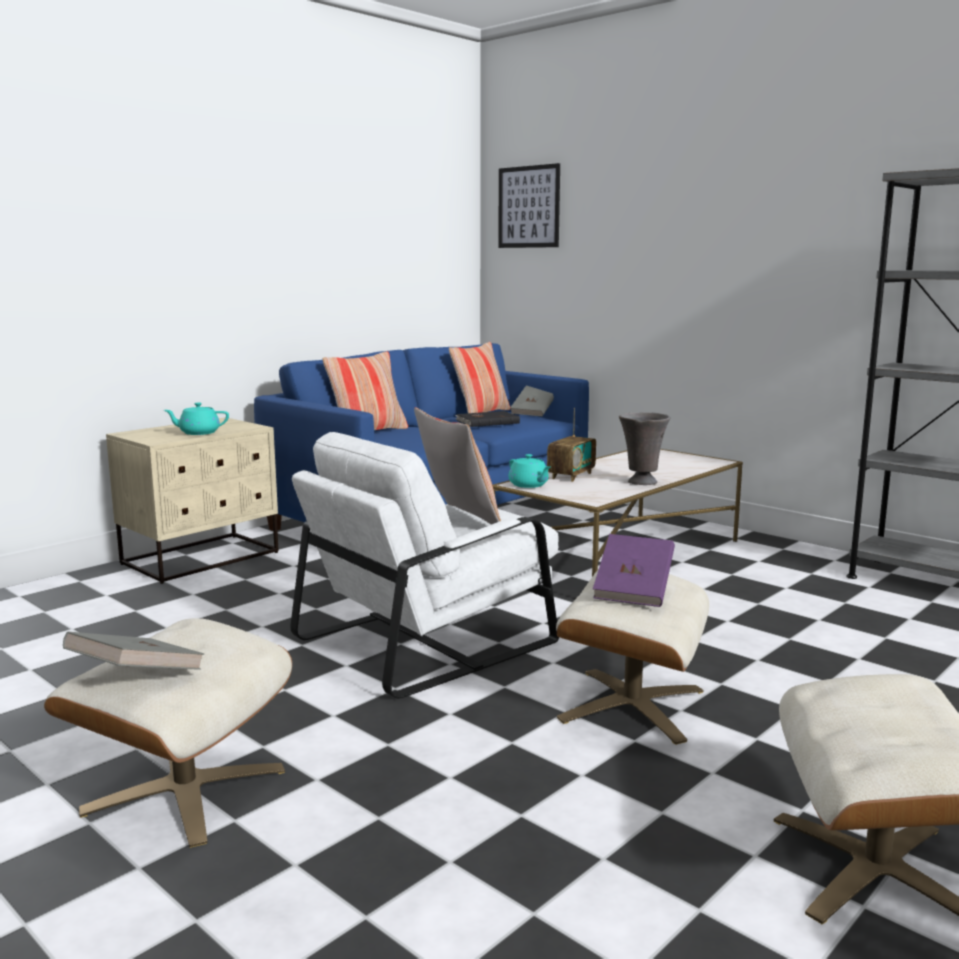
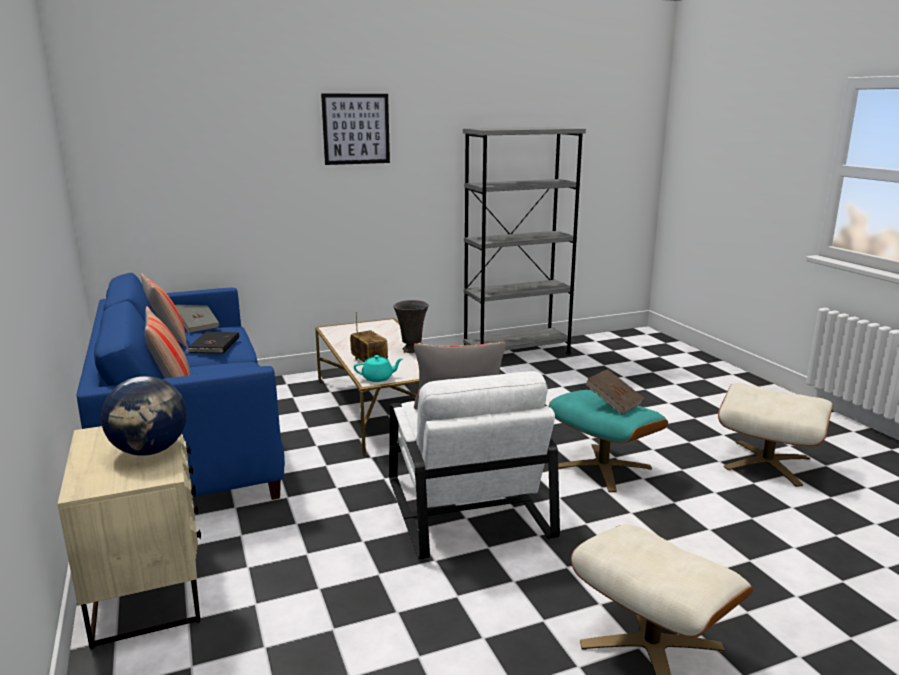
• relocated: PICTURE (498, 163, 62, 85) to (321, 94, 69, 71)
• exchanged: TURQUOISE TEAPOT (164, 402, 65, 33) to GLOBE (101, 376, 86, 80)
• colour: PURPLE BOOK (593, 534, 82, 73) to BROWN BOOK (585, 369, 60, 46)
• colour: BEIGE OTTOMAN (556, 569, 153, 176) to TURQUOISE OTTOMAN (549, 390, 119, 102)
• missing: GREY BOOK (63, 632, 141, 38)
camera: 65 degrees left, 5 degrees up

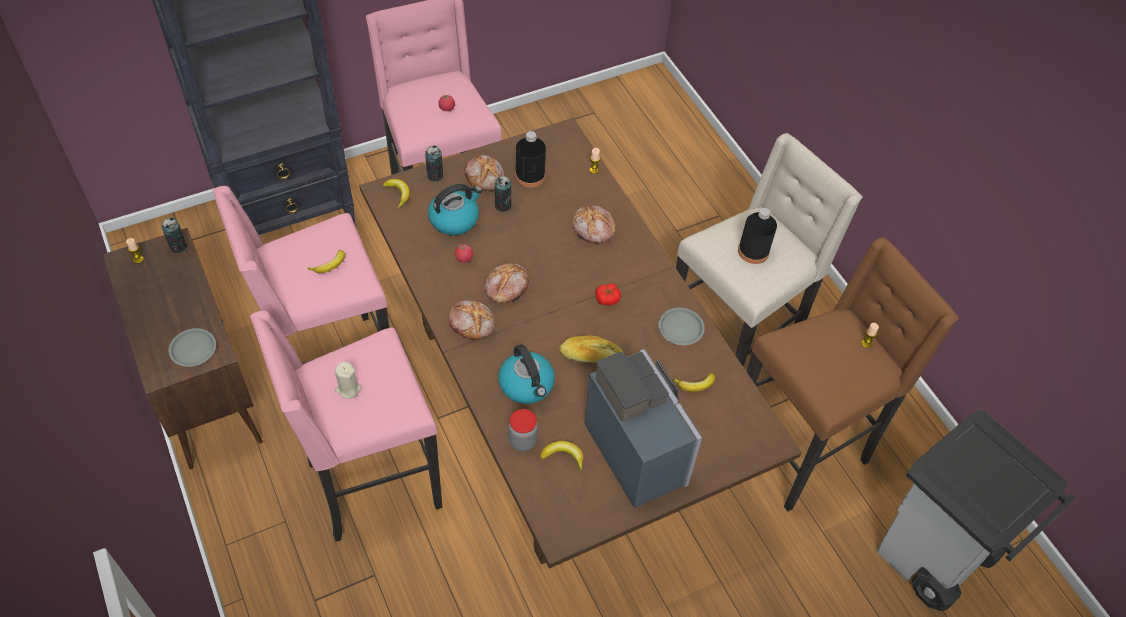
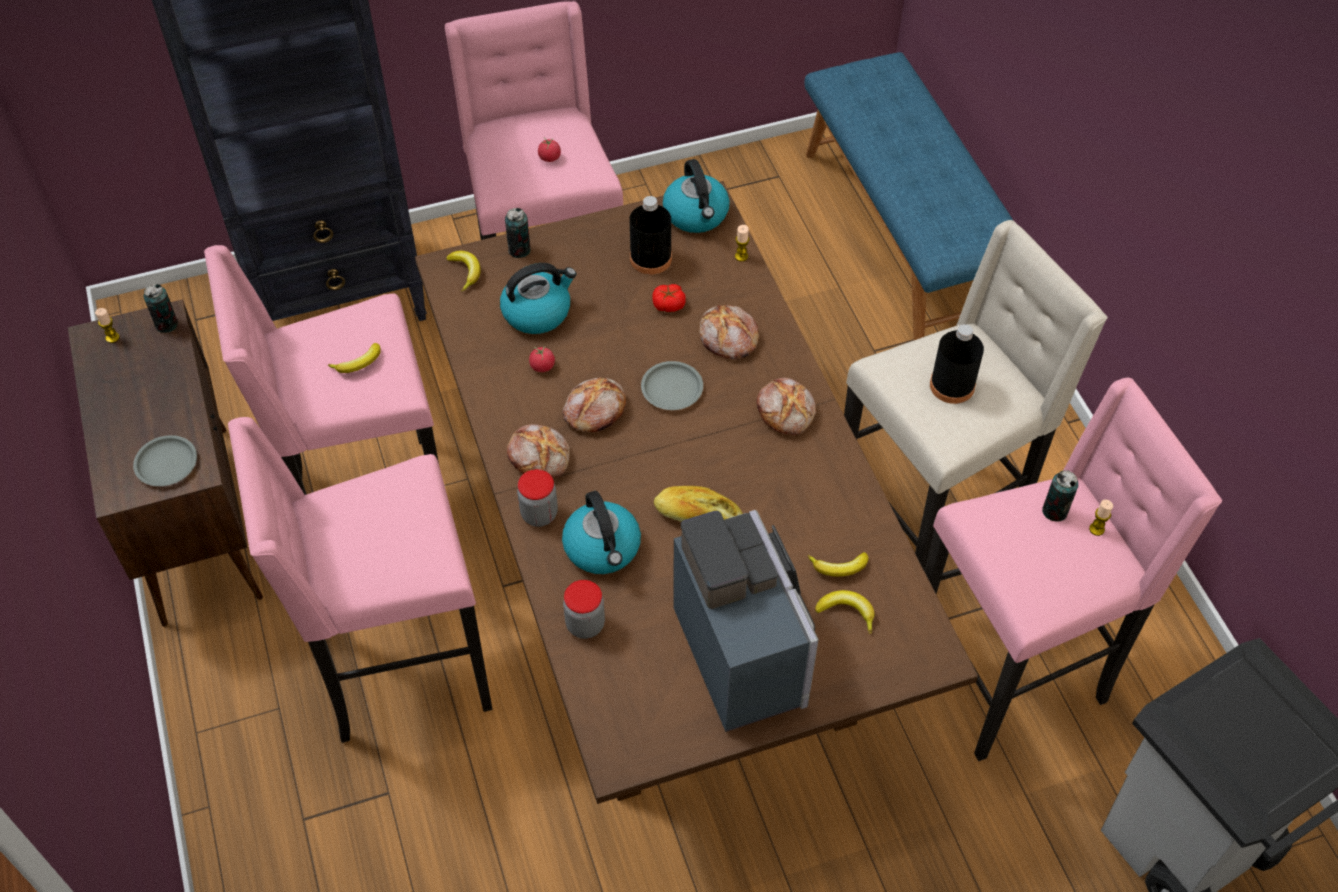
• relocated: BREAD (464, 155, 40, 36) to (756, 378, 60, 57)
• relocated: CAN (495, 176, 16, 36) to (1042, 470, 36, 52)
• colour: BROWN STOOL (747, 237, 212, 275) to PINK STOOL (925, 378, 297, 383)
• relocated: TOMATO (595, 284, 26, 21) to (652, 284, 34, 28)
• relocated: GREY PLATE (659, 308, 46, 37) to (641, 361, 62, 49)
• missing: BEIGE CANDLE (335, 361, 26, 38)
• relocated: BANANA (540, 441, 43, 31) to (815, 590, 59, 44)
• appeared: BLUE BENCH (804, 52, 210, 288)
• appeared: KETTLE (663, 159, 67, 74)
• appeared: JAR (517, 469, 41, 58)
camera: 10 degrees right, 0 degrees up

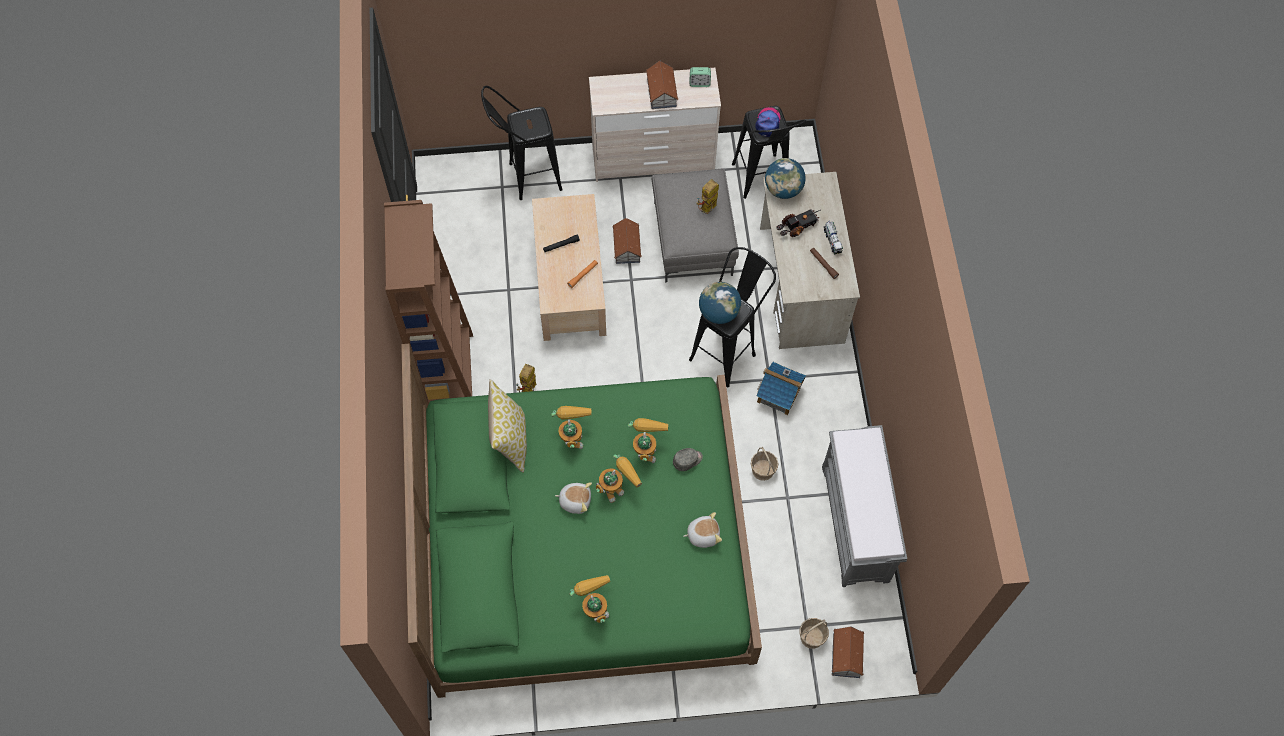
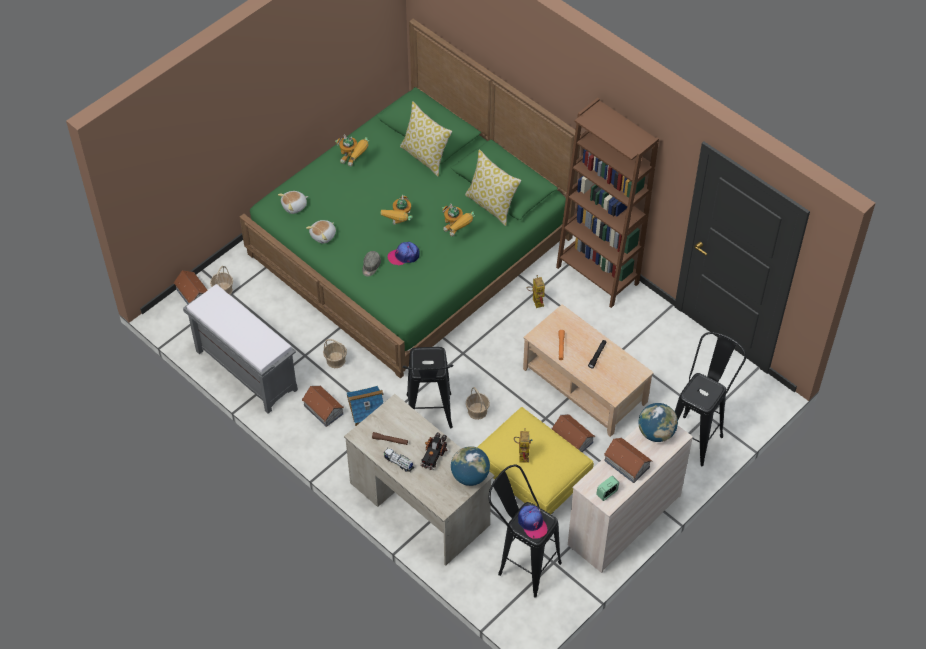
• colour: GREY OTTOMAN (652, 168, 87, 114) to YELLOW OTTOMAN (477, 407, 117, 107)
• relocated: GLOBE (699, 282, 42, 42) to (638, 403, 40, 39)
• exchanged: TOY ROBOT (628, 418, 40, 45) to CAP (387, 242, 32, 23)
• relocated: PLUSH TOY (555, 482, 37, 32) to (278, 191, 30, 23)
• appeared: PILLOW (400, 101, 52, 75)
• appeared: TOY HOUSE (302, 386, 42, 41)
• appeared: BASKET (466, 387, 24, 33)
camera: 140 degrees right, 10 degrees down

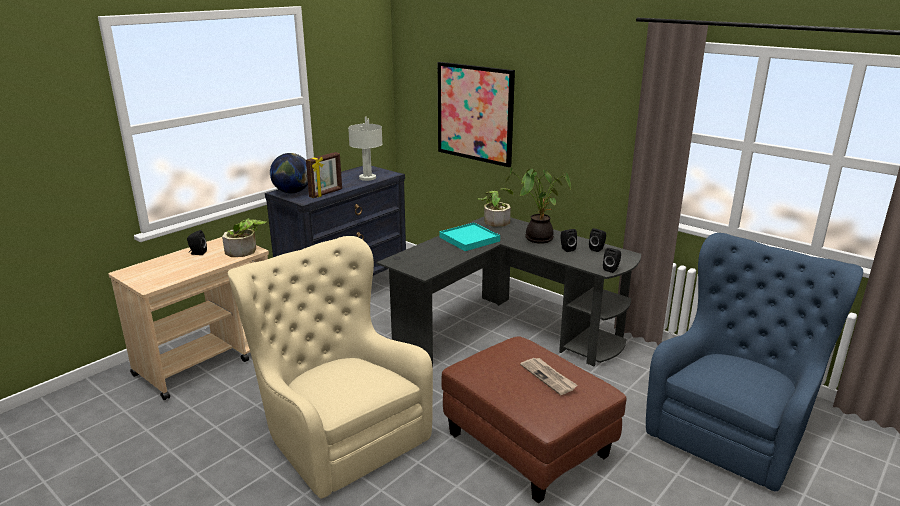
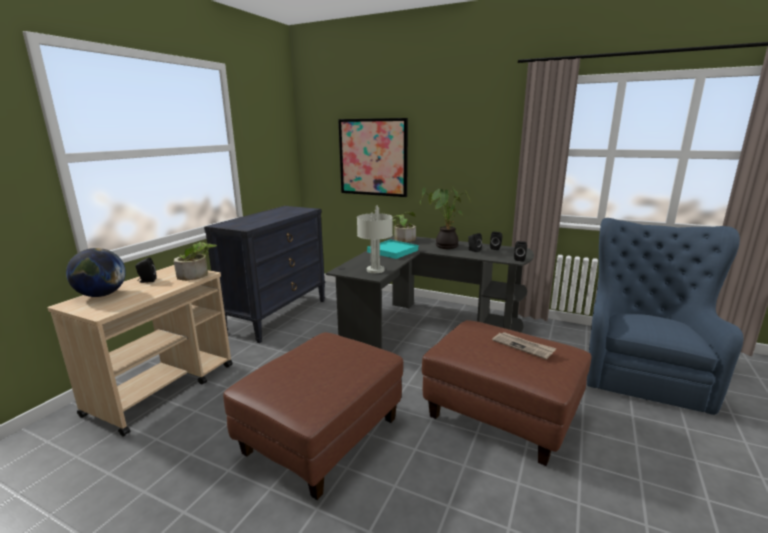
• relocated: GREY TABLE LAMP (348, 117, 35, 64) to (357, 205, 36, 68)
• missing: PICTURE FRAME (306, 152, 36, 46)
• relocated: GLOBE (270, 153, 38, 40) to (66, 248, 60, 49)
• exchanged: BEIGE ARMCHAIR (228, 236, 205, 263) to BROWN OTTOMAN (223, 332, 180, 168)
camera: 15 degrees left, 5 degrees down

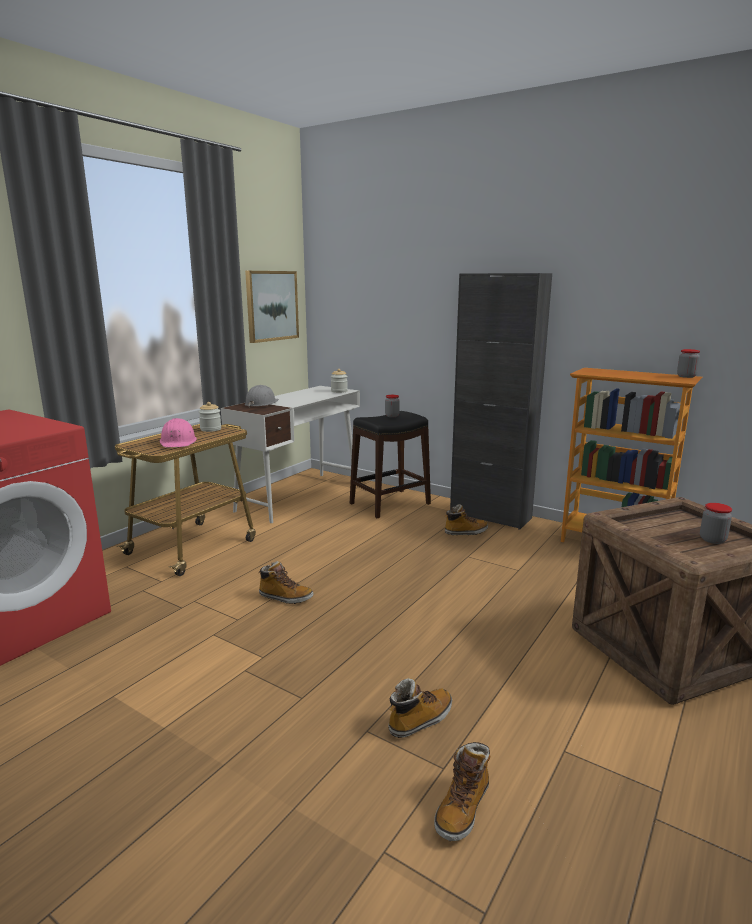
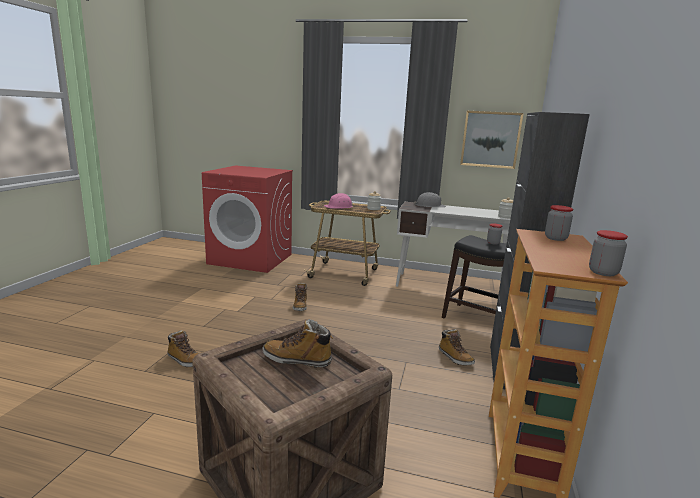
• relocated: JAR (700, 503, 32, 41) to (545, 205, 28, 36)
• relocated: BOOT (434, 742, 56, 99) to (262, 319, 72, 49)
camera: 70 degrees right, 0 degrees up

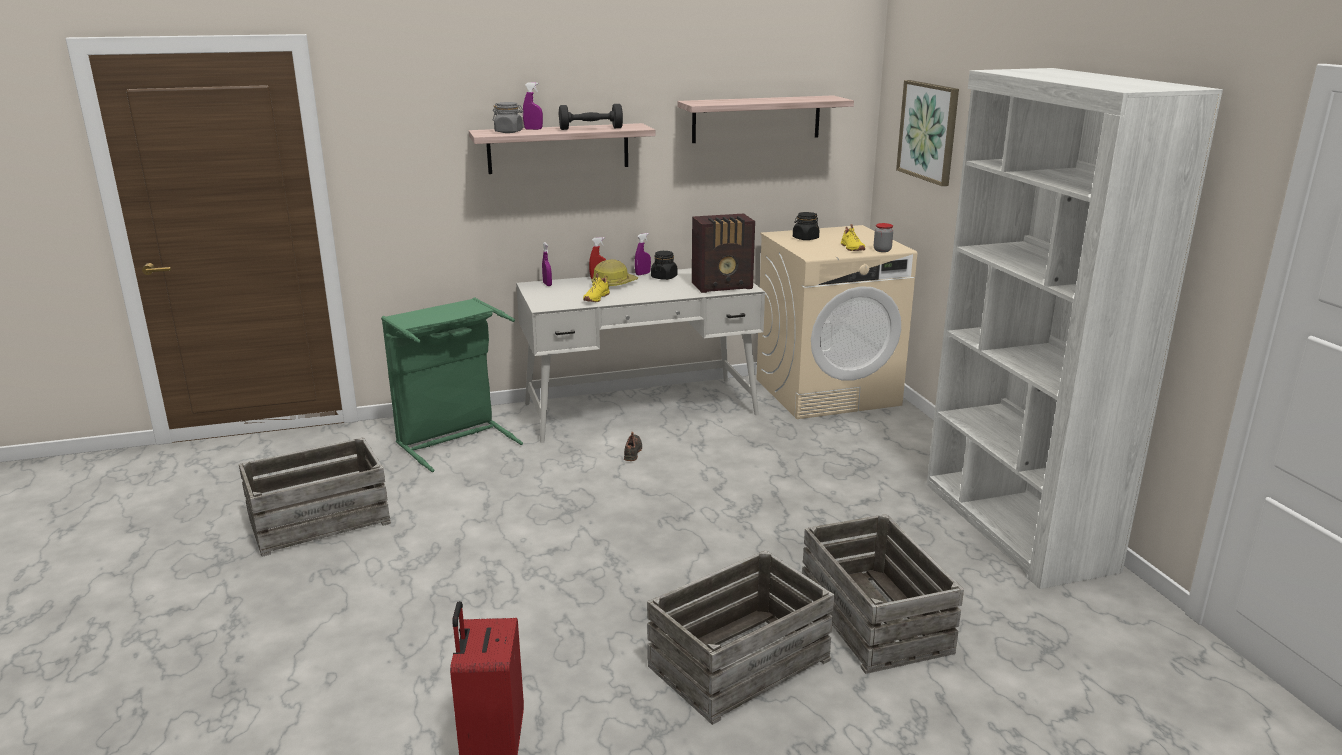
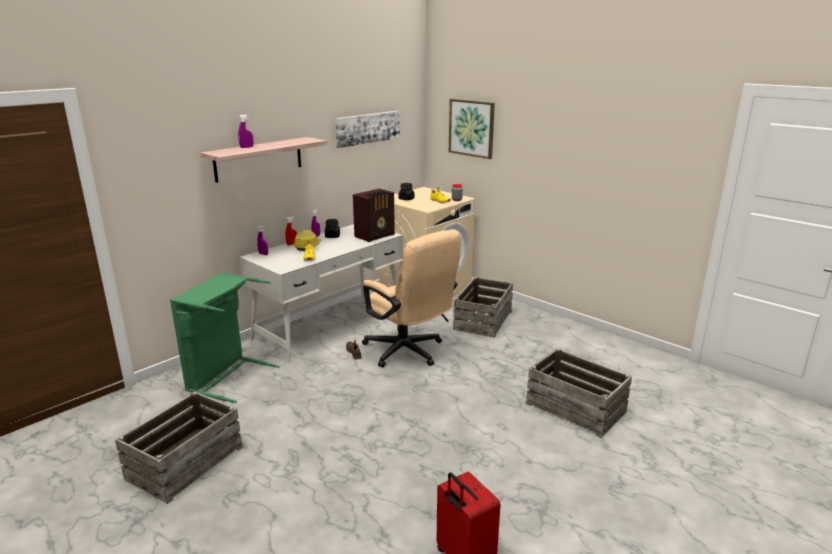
• missing: WHITE BOOKCASE (927, 68, 296, 521)
• exchanged: SHELF (677, 95, 177, 48) to PICTURE (335, 111, 65, 37)
• missing: GREY JAR (493, 102, 31, 31)
• missing: BLACK DUMBBELL (559, 104, 64, 26)
• relocated: CRATE (647, 550, 187, 175) to (453, 277, 60, 61)
• appeared: BEIGE OFFICE CHAIR (362, 229, 99, 138)
camera: 30 degrees left, 0 degrees up

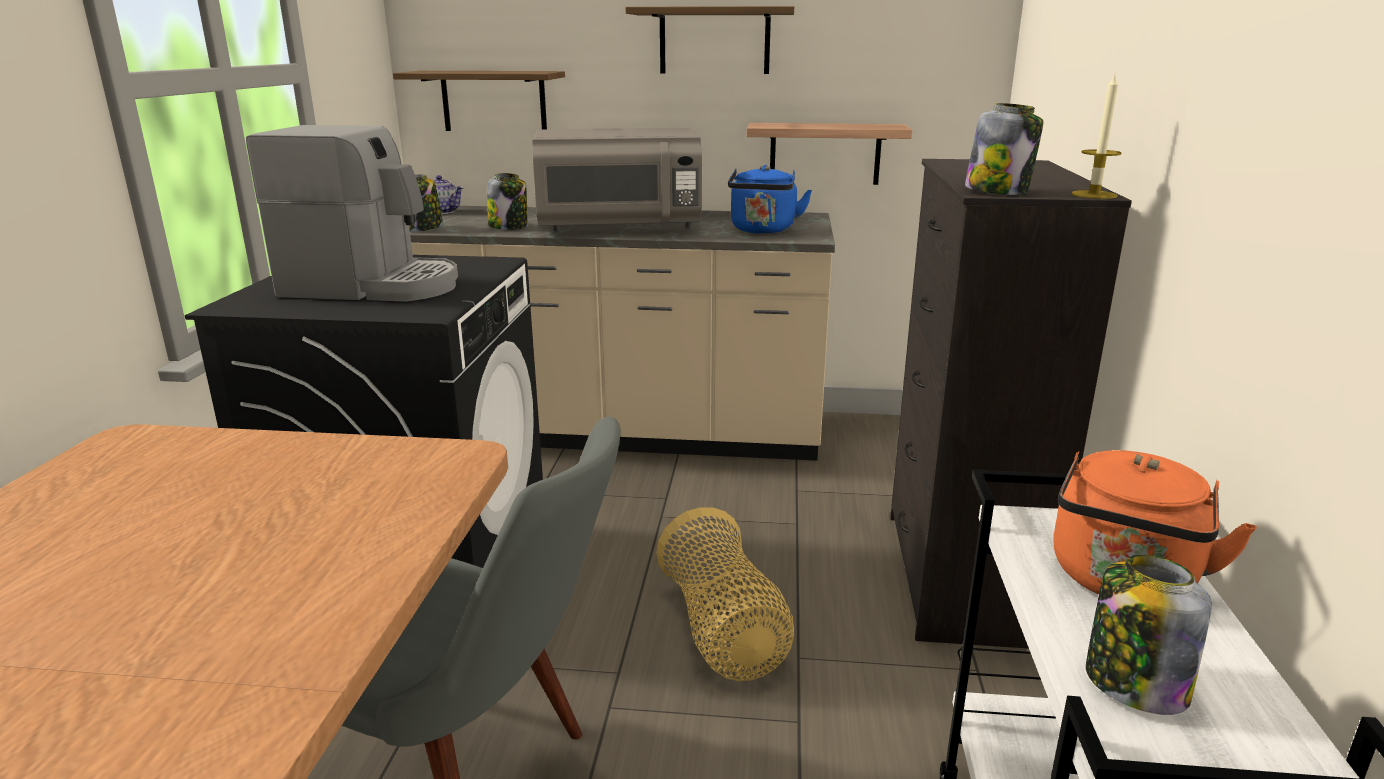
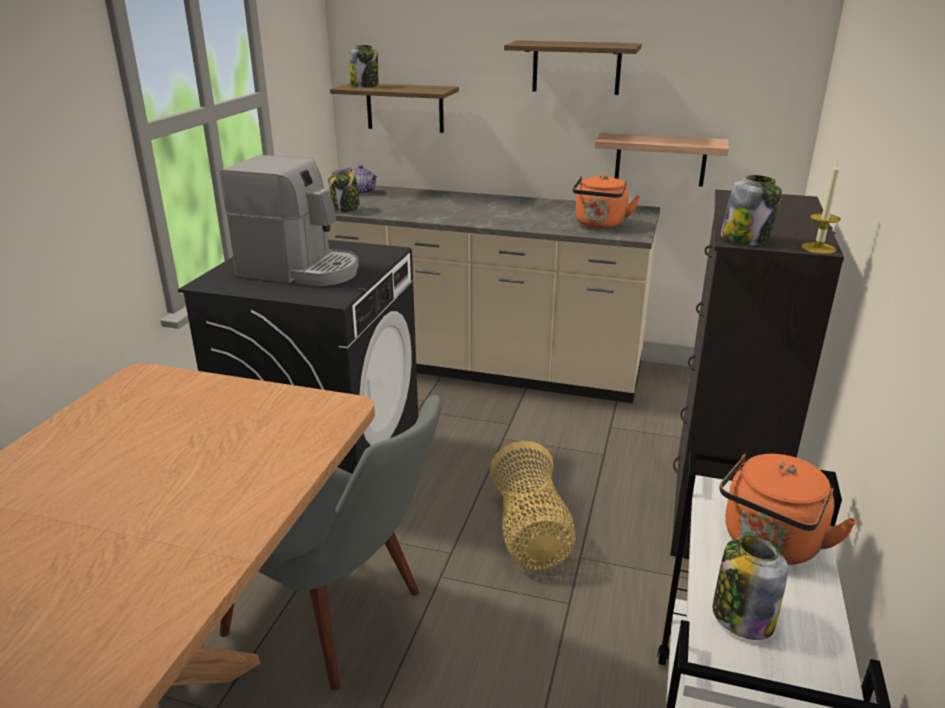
• missing: GREY MICROWAVE (532, 128, 170, 103)
• colour: BLUE KETTLE (728, 165, 84, 69) to ORANGE KETTLE (572, 174, 68, 55)
• relocated: JAR (487, 173, 41, 57) to (349, 45, 29, 43)
camera: 10 degrees right, 5 degrees up

